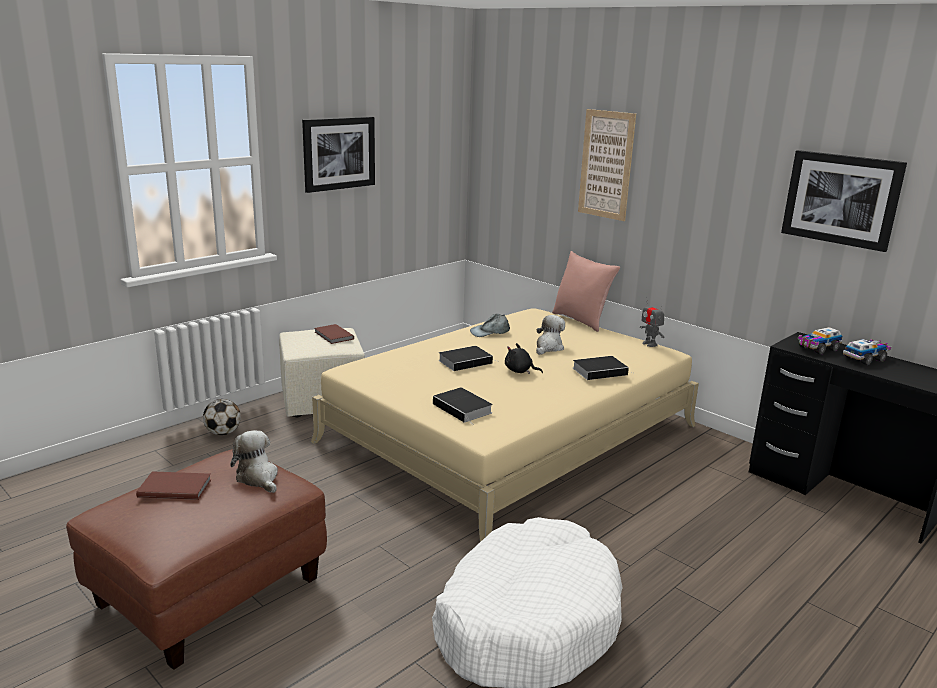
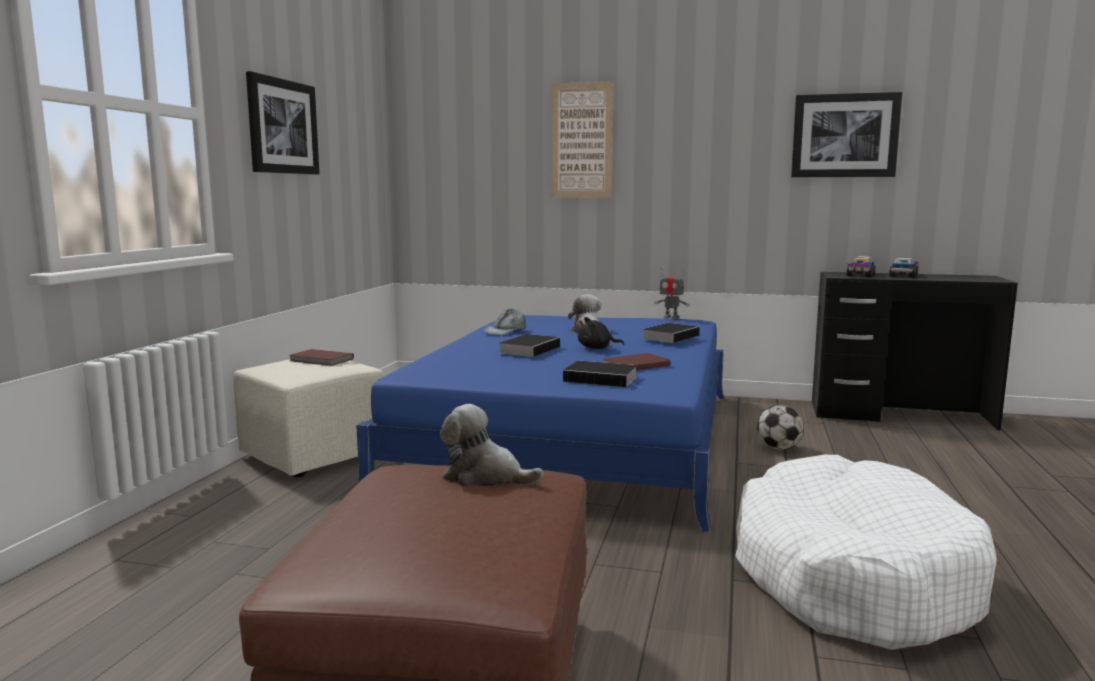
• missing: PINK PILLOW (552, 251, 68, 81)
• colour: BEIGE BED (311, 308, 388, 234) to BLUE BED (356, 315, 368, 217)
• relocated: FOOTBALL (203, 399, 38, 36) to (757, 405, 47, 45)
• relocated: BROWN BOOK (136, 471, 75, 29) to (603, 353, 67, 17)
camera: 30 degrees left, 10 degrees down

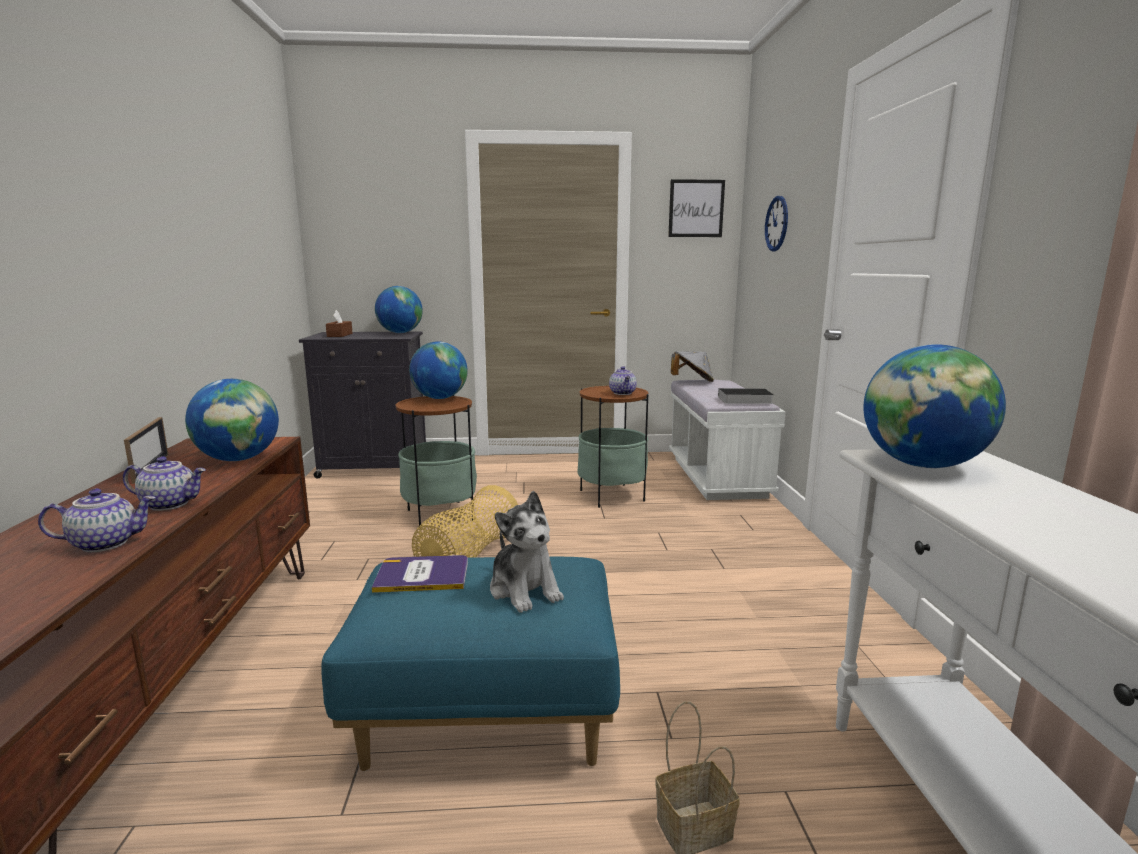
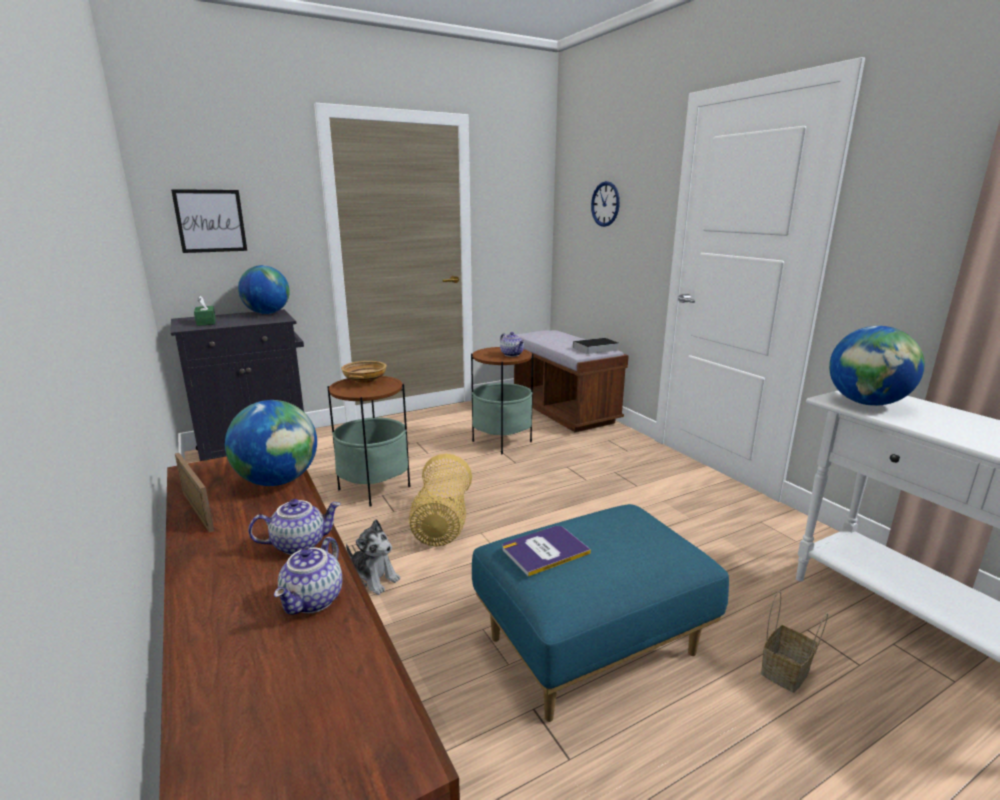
• relocated: PICTURE (668, 179, 57, 58) to (171, 189, 76, 64)
• colour: BROWN TISSUE BOX (326, 310, 27, 27) to GREEN TISSUE BOX (194, 296, 22, 30)
• exchanged: GLOBE (409, 341, 59, 58) to BEIGE BOWL (341, 361, 46, 22)
• missing: GREY HAT (671, 351, 43, 31)
• colour: WHITE BENCH (669, 379, 117, 121) to BROWN BENCH (514, 330, 115, 102)
• spun: TEAPOT (38, 488, 118, 64) = (274, 537, 68, 78) 150 degrees clockwise
• relocated: PLUSH TOY (490, 491, 74, 122) to (346, 519, 55, 76)
camera: 25 degrees left, 5 degrees up

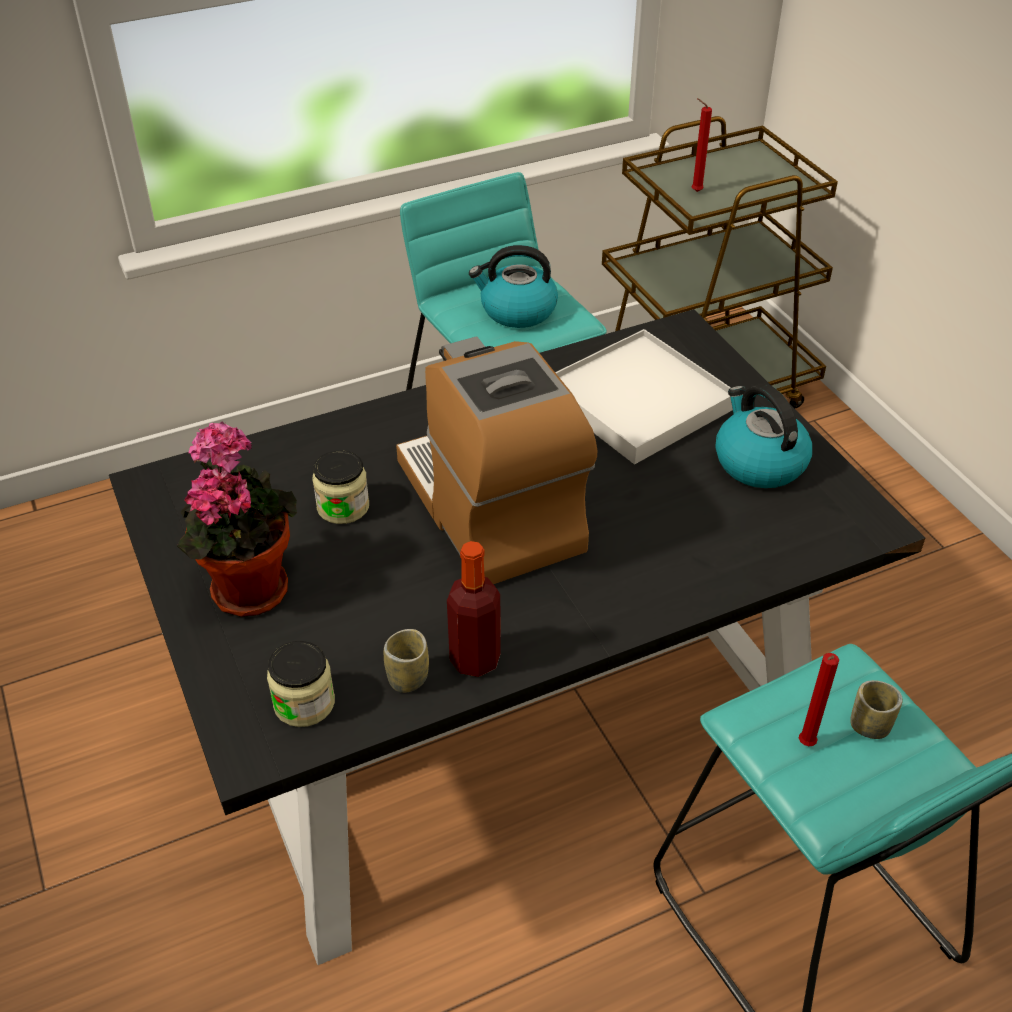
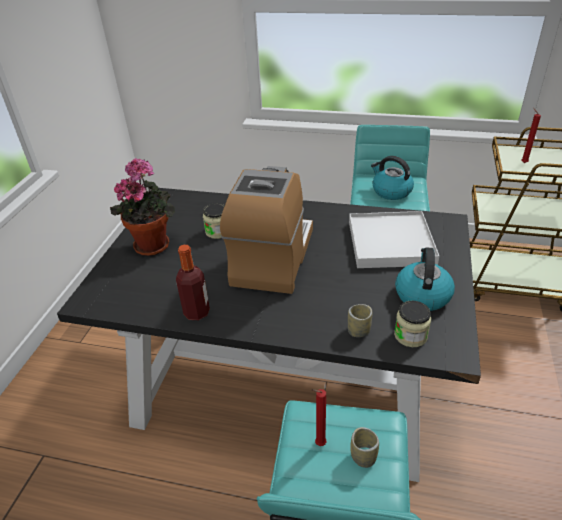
• relocated: CUP (384, 629, 45, 64) to (348, 304, 24, 33)
• relocated: JAR (267, 641, 68, 86) to (394, 301, 37, 46)
camera: 40 degrees right, 5 degrees down

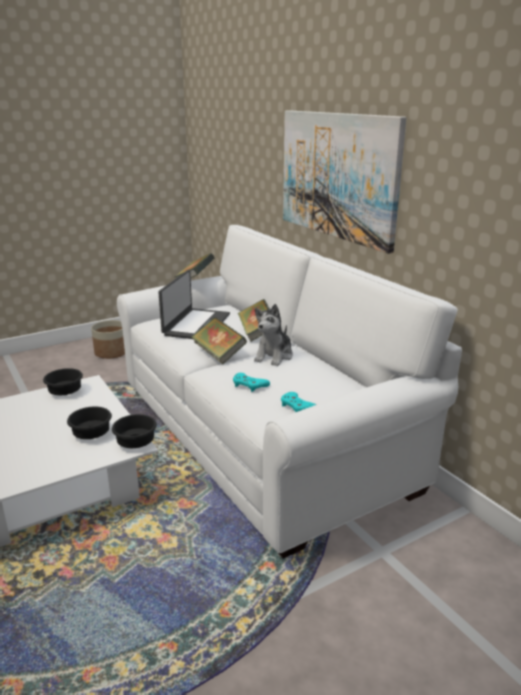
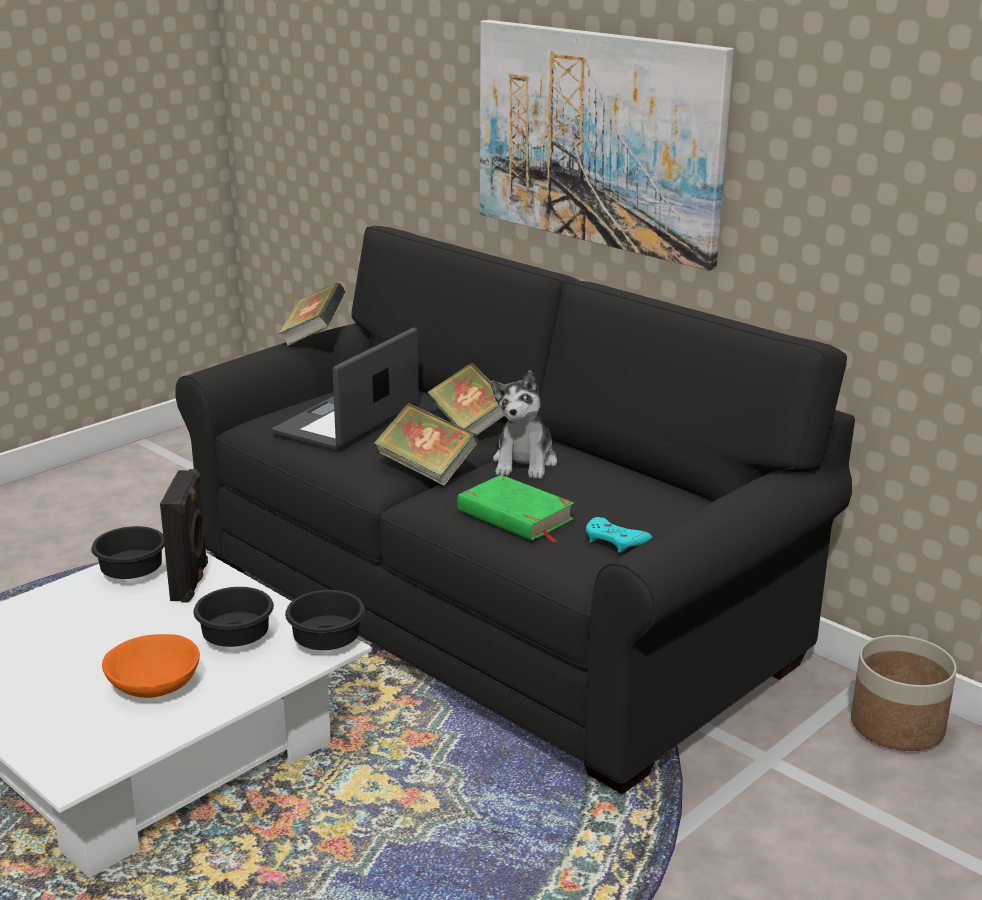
• colour: WHITE SOFA (117, 225, 345, 334) to BLACK SOFA (175, 226, 680, 568)
• spun: LAPTOP (158, 270, 72, 69) = (271, 328, 148, 122) 150 degrees counterclockwise
• relocated: PLANTER (91, 320, 34, 39) to (851, 635, 106, 116)
• exchanged: TURQUOISE GAME CONTROLLER (233, 373, 37, 19) to GREEN BOOK (457, 475, 117, 68)
• appeared: BLACK SPEAKER (160, 469, 48, 133)
• appeared: ORANGE BOWL (102, 634, 98, 64)
camera: 15 degrees left, 0 degrees up

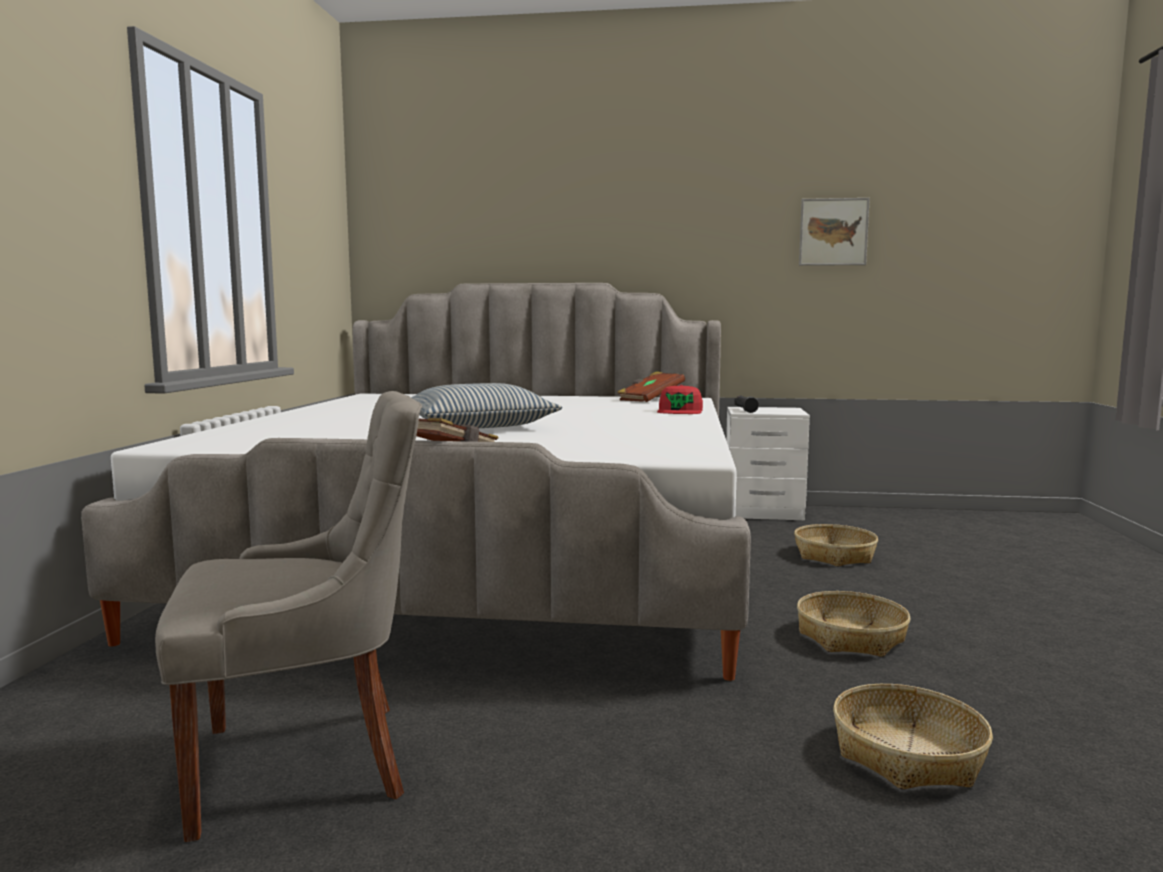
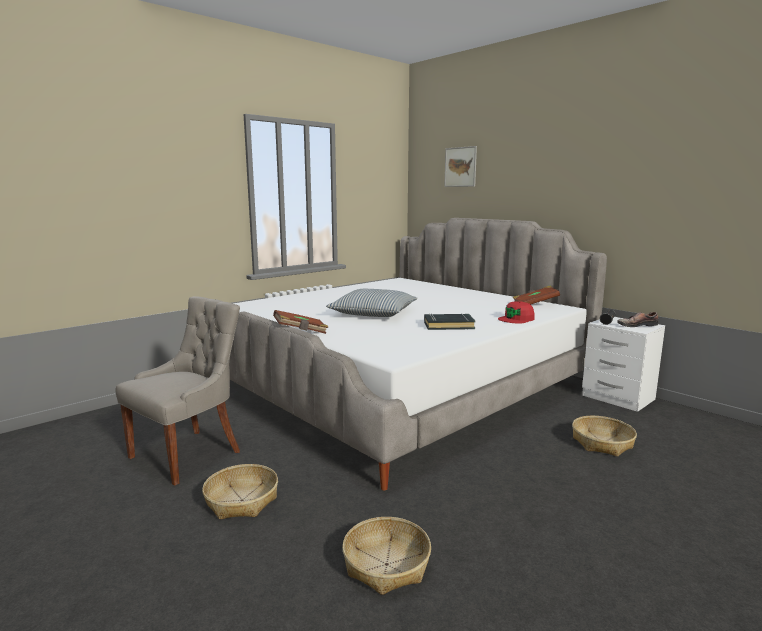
• relocated: PICTURE (799, 198, 71, 68) to (444, 146, 33, 41)
• spun: GREY CHAIR (155, 391, 268, 451) = (116, 296, 124, 190) 75 degrees counterclockwise
• relocated: BASKET (797, 591, 114, 66) to (202, 464, 76, 55)
• appeared: SHOE (617, 312, 41, 15)
• appeared: BLACK BOOK (424, 314, 51, 16)
camera: 40 degrees right, 5 degrees up

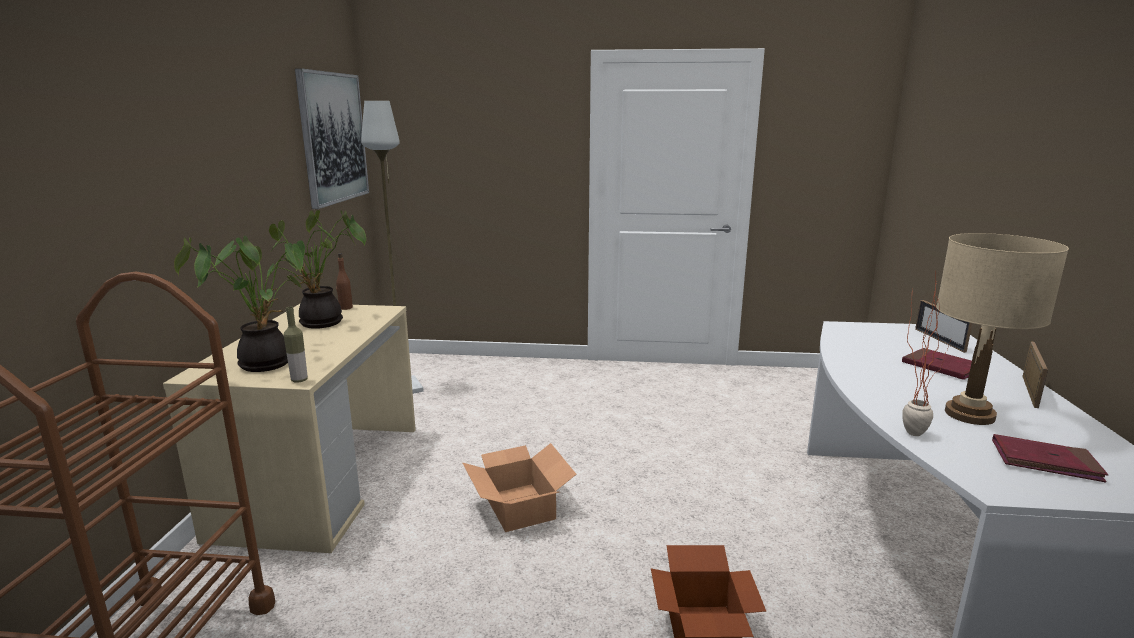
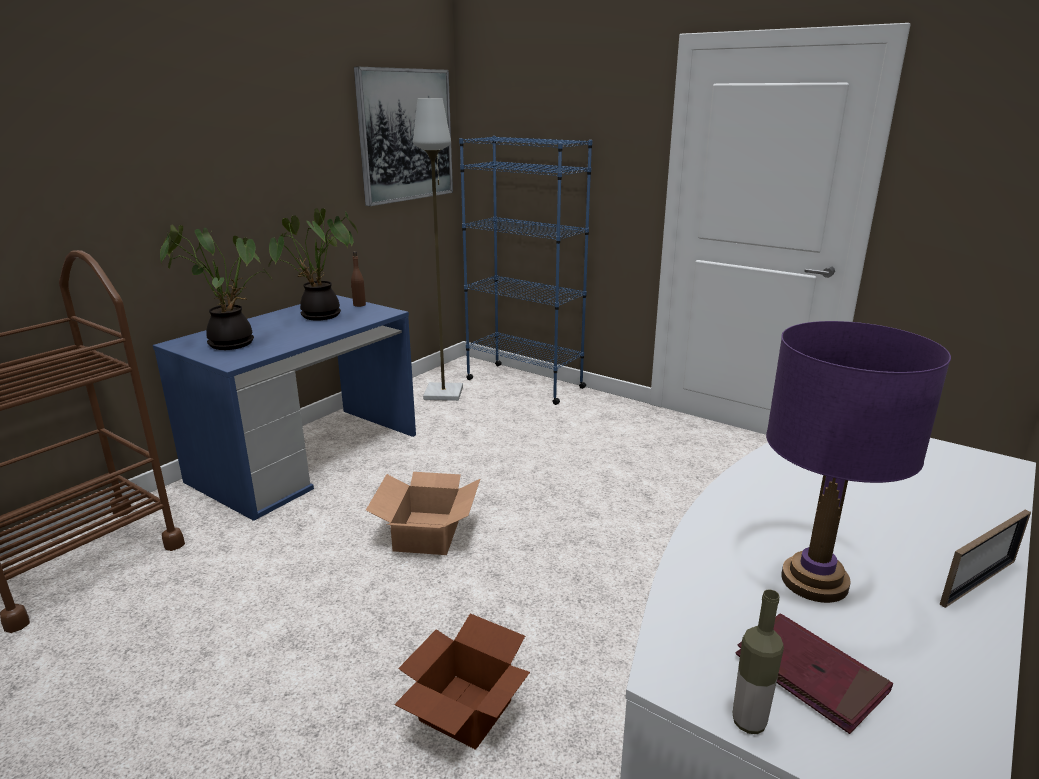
• colour: BEIGE TABLE LAMP (936, 233, 133, 192) to PURPLE TABLE LAMP (766, 321, 185, 282)
• missing: POTTED PLANT (903, 271, 47, 165)
• missing: PICTURE FRAME (915, 300, 58, 53)
• colour: BEIGE DESK (163, 304, 253, 249) to BLUE DESK (153, 295, 263, 226)
• relocated: BOTTLE (284, 307, 24, 76) to (732, 589, 52, 145)
• missing: RED BOOK (902, 348, 70, 32)
• appeared: BLUE BOOKCASE (459, 136, 133, 269)
camera: 30 degrees right, 5 degrees up

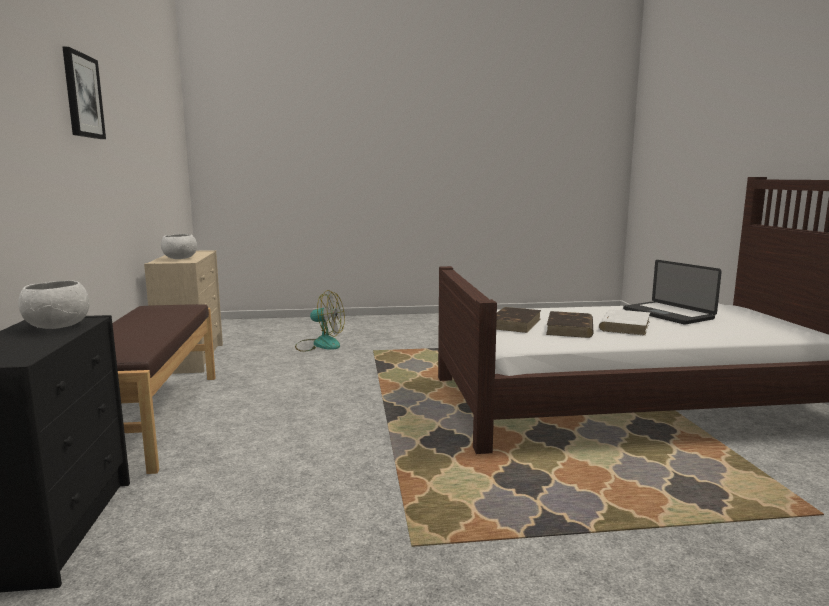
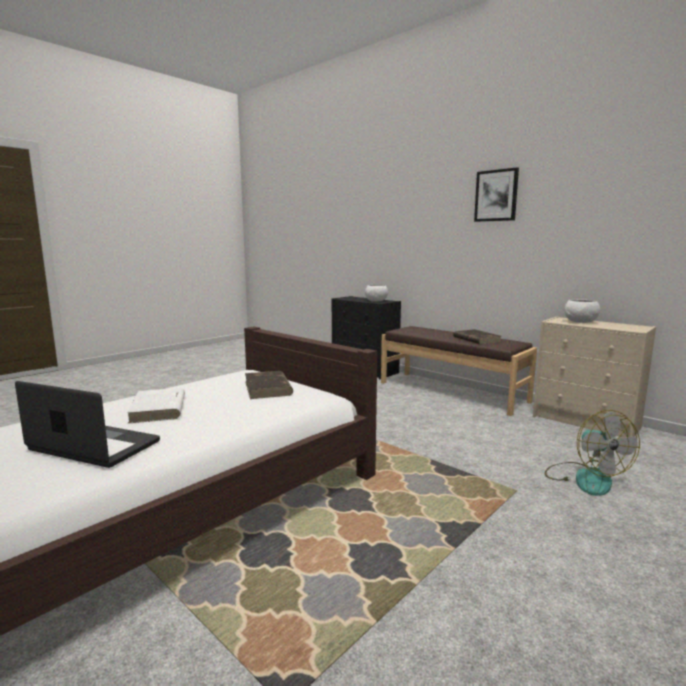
• spun: FAN (295, 290, 50, 62) = (545, 410, 95, 86) 75 degrees counterclockwise
• relocated: BROWN BOOK (546, 311, 48, 27) to (453, 329, 48, 16)
camera: 140 degrees right, 0 degrees up

